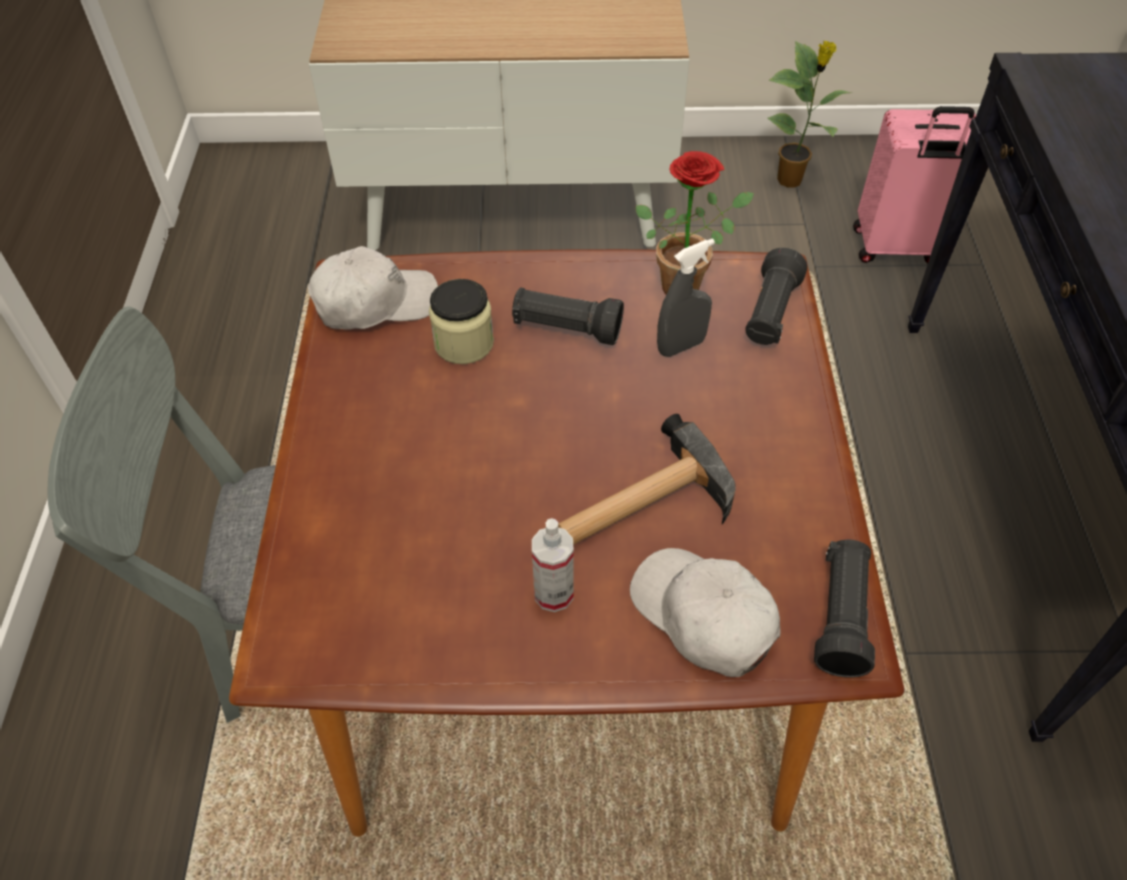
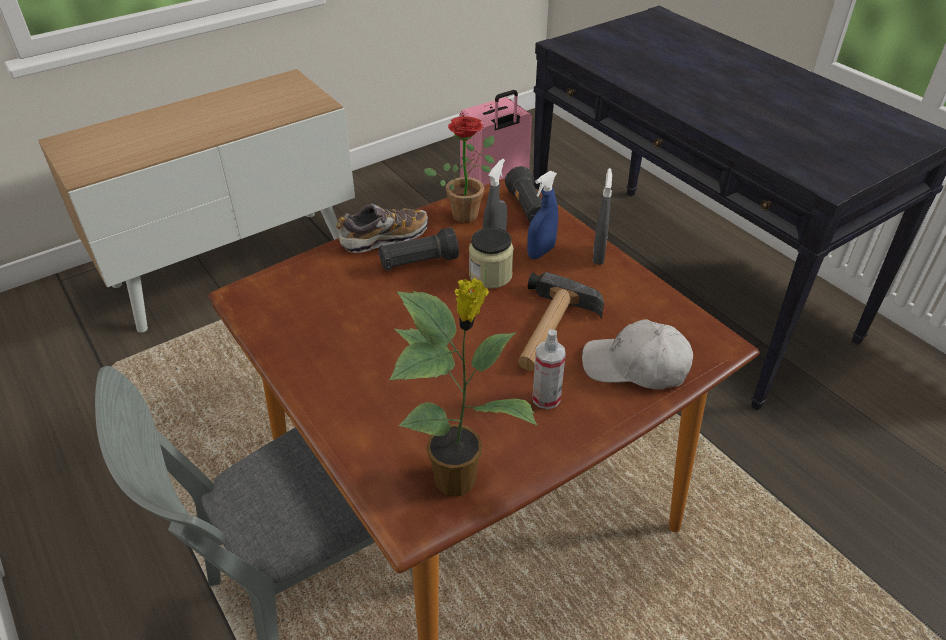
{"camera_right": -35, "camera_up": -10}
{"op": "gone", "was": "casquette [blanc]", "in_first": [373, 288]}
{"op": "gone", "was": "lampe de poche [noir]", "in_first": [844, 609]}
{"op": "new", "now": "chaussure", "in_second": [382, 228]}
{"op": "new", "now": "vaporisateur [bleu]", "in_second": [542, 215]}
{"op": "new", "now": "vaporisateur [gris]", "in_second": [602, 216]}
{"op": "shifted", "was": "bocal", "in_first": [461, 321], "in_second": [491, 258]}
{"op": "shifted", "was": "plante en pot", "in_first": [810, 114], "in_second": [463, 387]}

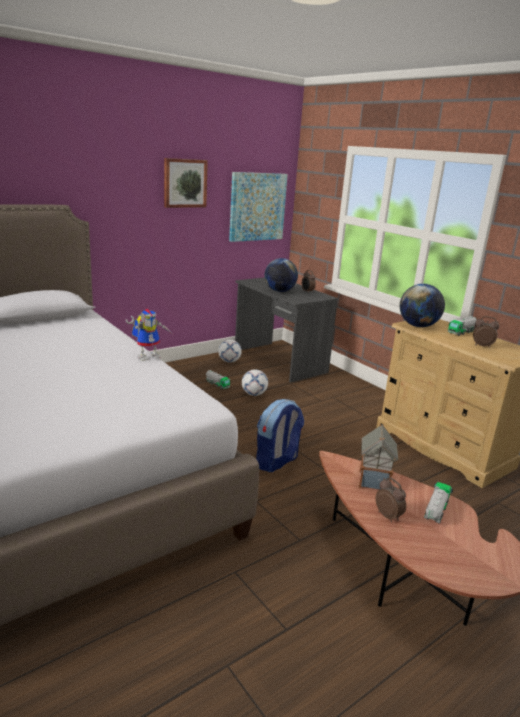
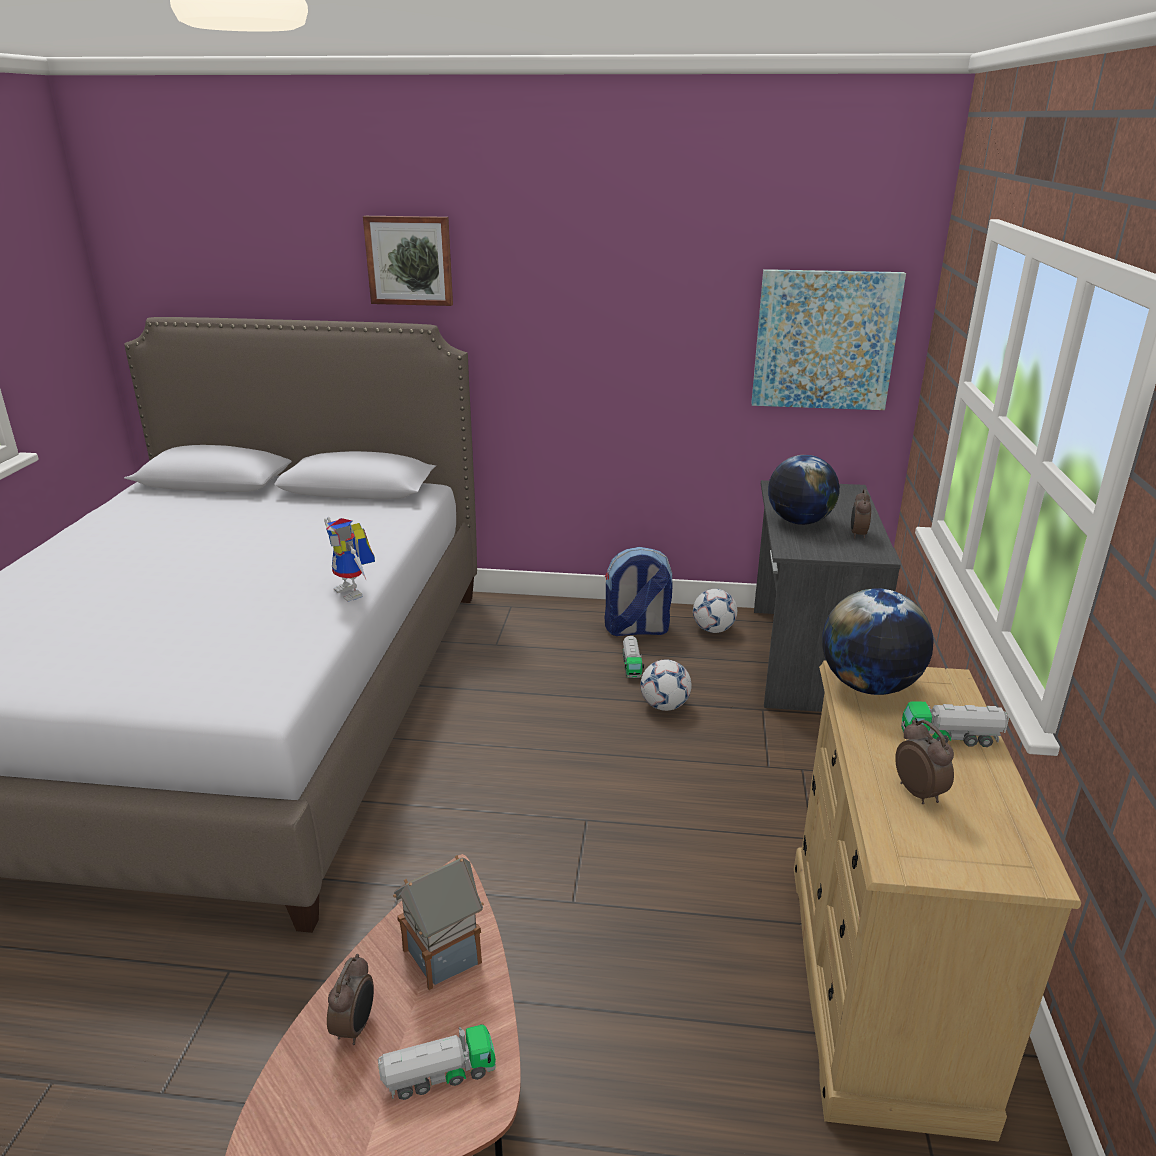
{"camera_right": 45, "camera_up": 5}
{"op": "shifted", "was": "tableau", "in_first": [186, 183], "in_second": [408, 261]}
{"op": "shifted", "was": "sac à dos", "in_first": [280, 435], "in_second": [638, 591]}
{"op": "rotated", "was": "robot jouet", "in_first": [149, 335], "in_second": [349, 559], "clockwise": 45}

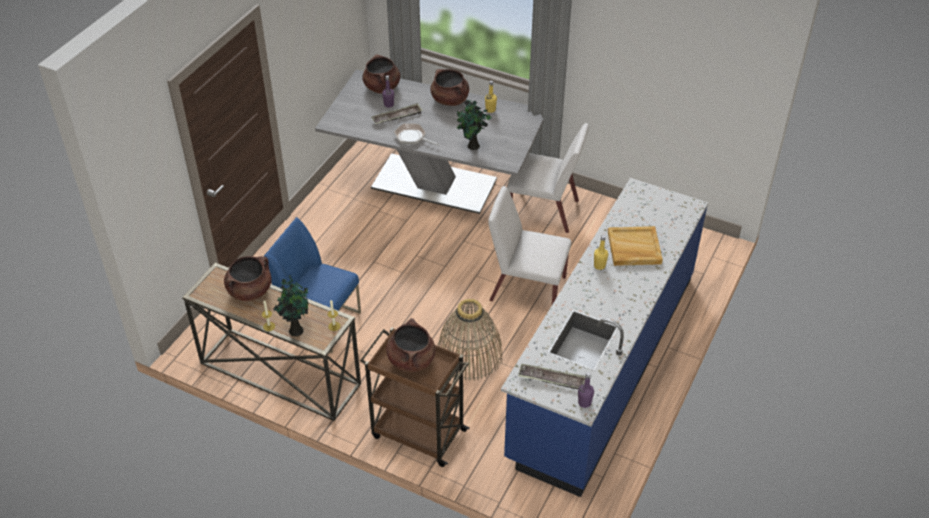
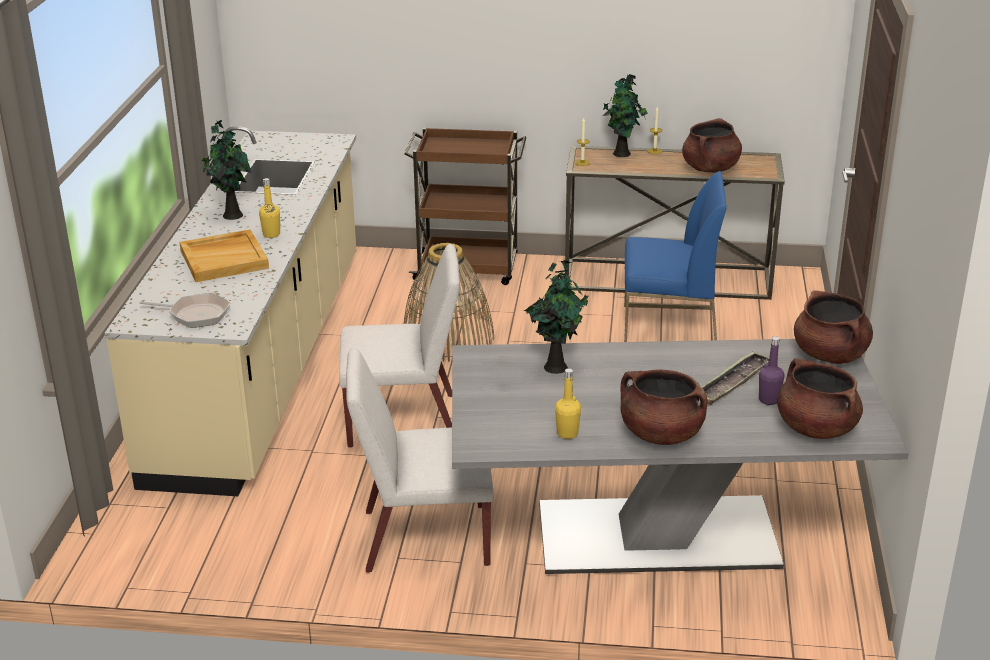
{"camera_right": 160, "camera_up": -15}
{"op": "gone", "was": "plateau", "in_first": [551, 376]}
{"op": "gone", "was": "bouteille [violet]", "in_first": [586, 390]}
{"op": "new", "now": "plante en pot", "in_second": [226, 170]}
{"op": "shifted", "was": "marmite [marron]", "in_first": [411, 345], "in_second": [833, 327]}
{"op": "shifted", "was": "poêle", "in_first": [416, 134], "in_second": [185, 310]}
{"op": "repainted", "was": "comptoir de cuisine [bleu]", "now": "comptoir de cuisine [beige]", "in_first": [604, 337], "in_second": [230, 311]}

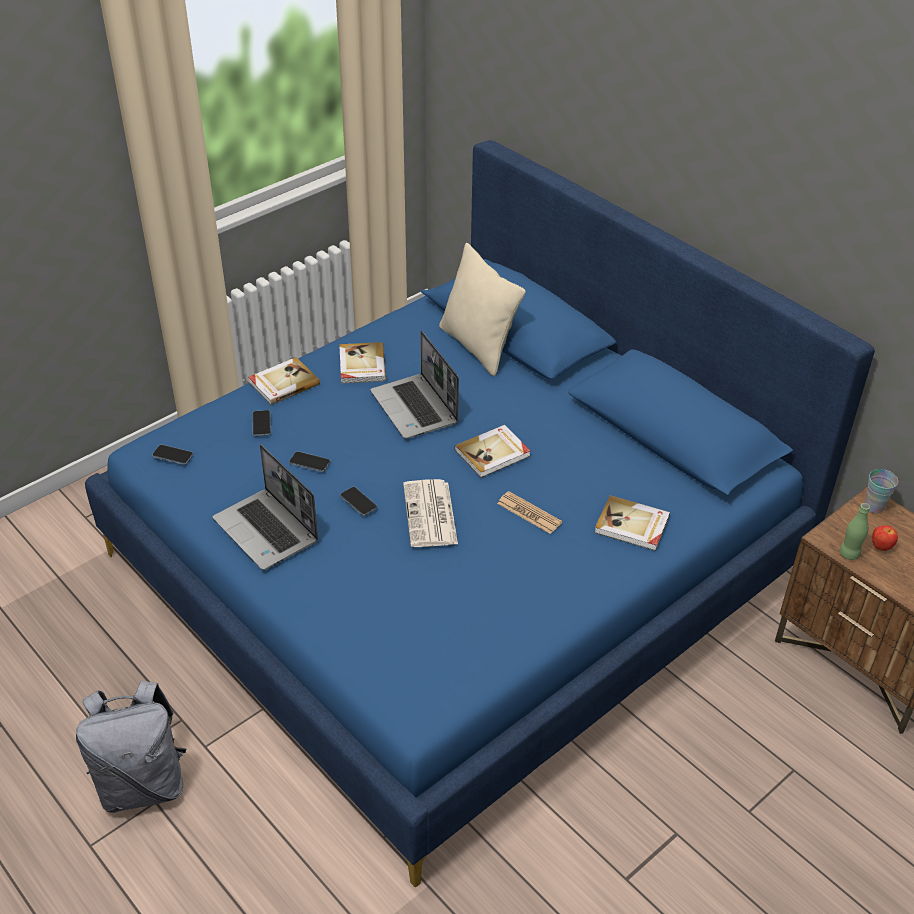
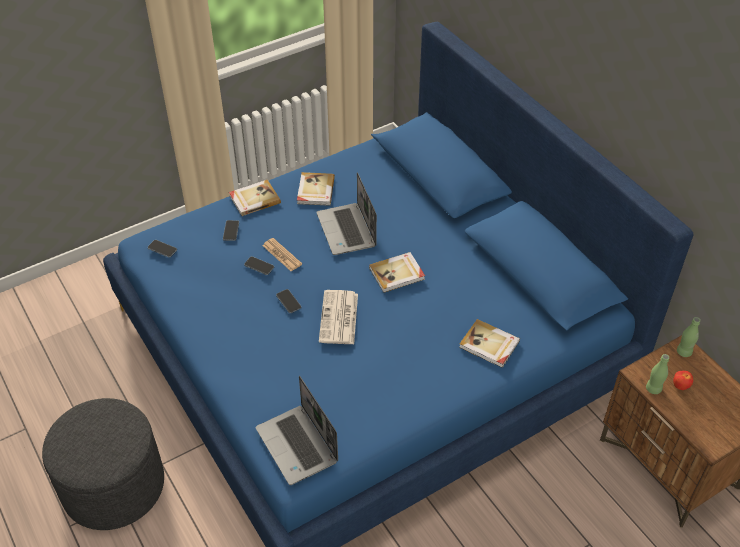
{"camera_right": 10, "camera_up": 5}
{"op": "gone", "was": "coussin [beige]", "in_first": [482, 309]}
{"op": "shifted", "was": "ordinateur portable", "in_first": [265, 507], "in_second": [297, 430]}
{"op": "shifted", "was": "journal", "in_first": [529, 512], "in_second": [282, 254]}
{"op": "swapped", "was": "sac à dos [gris]", "now": "pouf [gris]", "in_first": [131, 747], "in_second": [103, 464]}
{"op": "swapped", "was": "tasse", "now": "bouteille [vert]", "in_first": [881, 491], "in_second": [688, 337]}

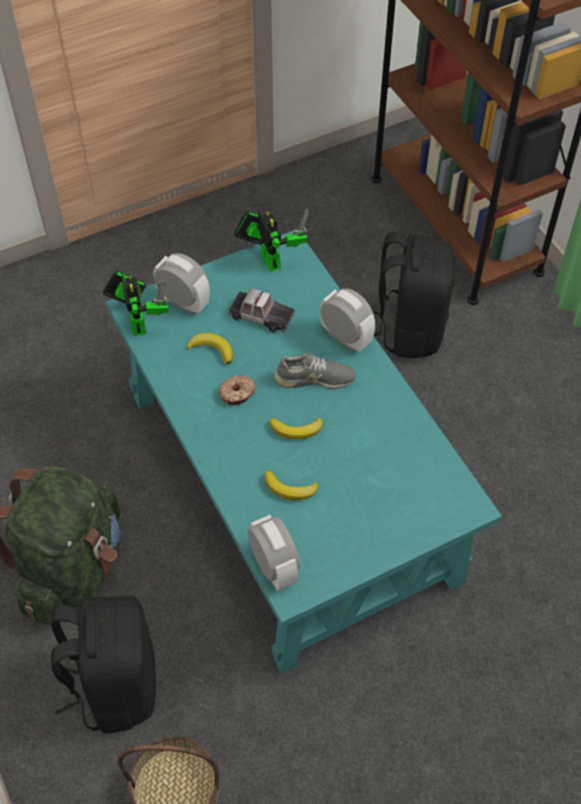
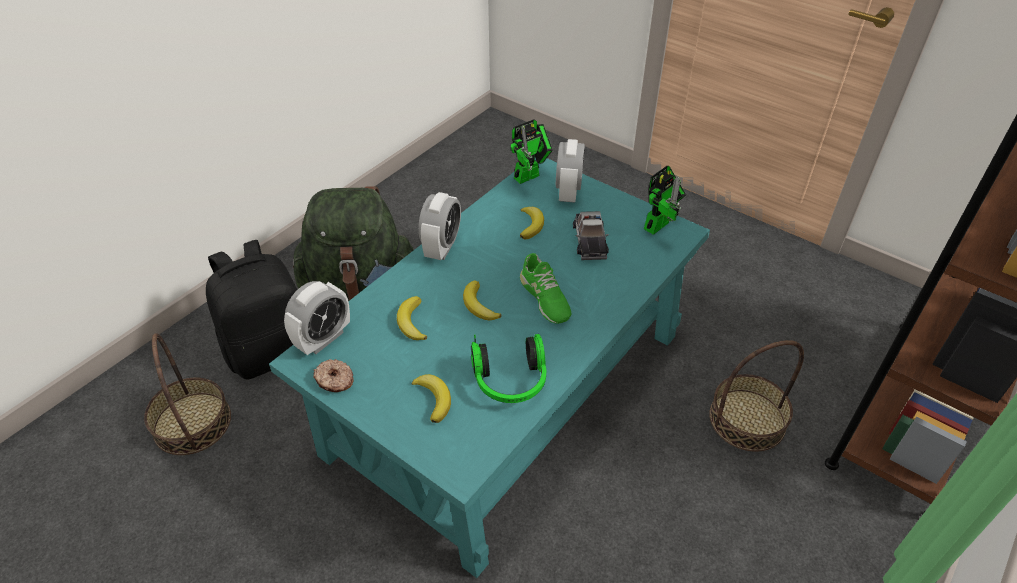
{"camera_right": 65, "camera_up": -10}
{"op": "new", "now": "banane", "in_second": [431, 398]}
{"op": "new", "now": "casque audio", "in_second": [508, 368]}
{"op": "shifted", "was": "beignet", "in_first": [237, 390], "in_second": [334, 375]}
{"op": "shifted", "was": "réveil", "in_first": [347, 320], "in_second": [439, 226]}
{"op": "swapped", "was": "sac à dos [noir]", "now": "panier", "in_first": [413, 295], "in_second": [756, 396]}
{"op": "repainted", "was": "chaussure [gris]", "now": "chaussure [vert]", "in_first": [315, 370], "in_second": [546, 288]}

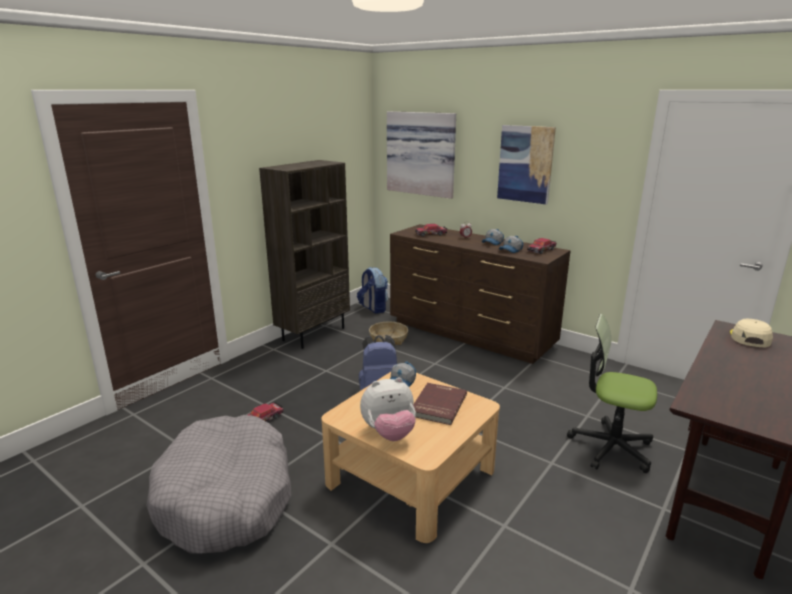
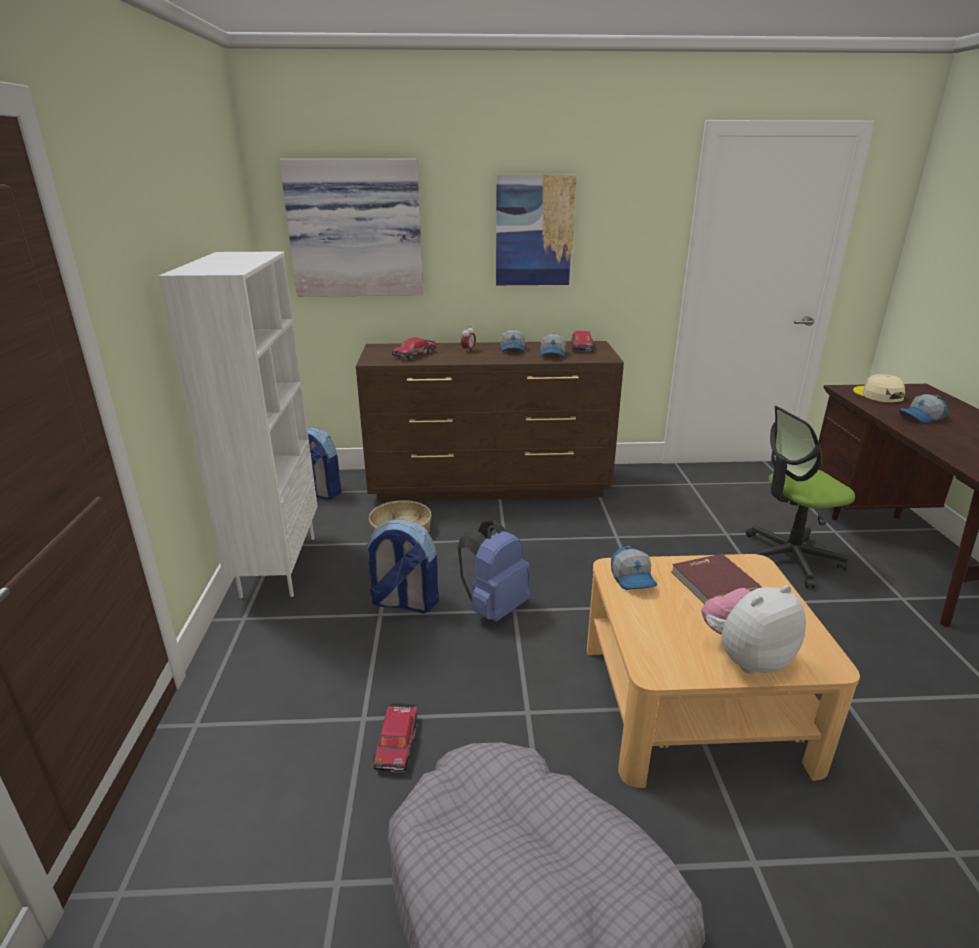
{"camera_right": -40, "camera_up": 5}
{"op": "new", "now": "sac à dos", "in_second": [402, 566]}
{"op": "new", "now": "casquette", "in_second": [923, 408]}
{"op": "repainted", "was": "bibliothèque [marron]", "now": "bibliothèque [blanc]", "in_first": [304, 254], "in_second": [238, 424]}
{"op": "rotated", "was": "peluche", "in_first": [388, 409], "in_second": [754, 629], "clockwise": -150}

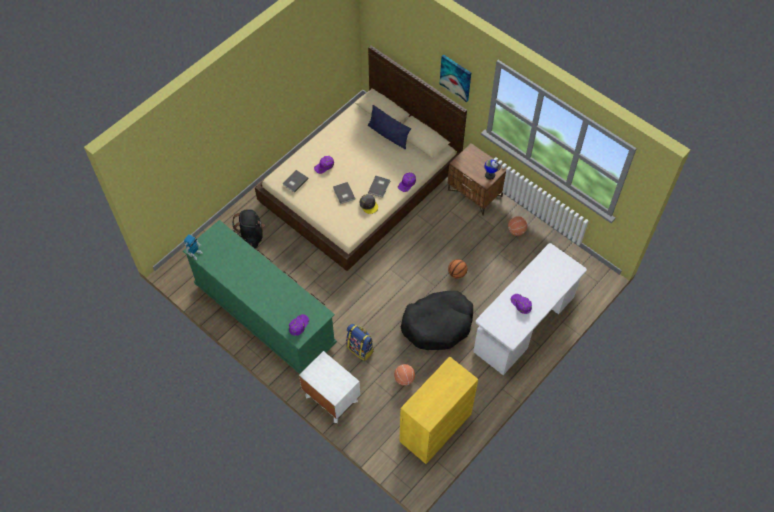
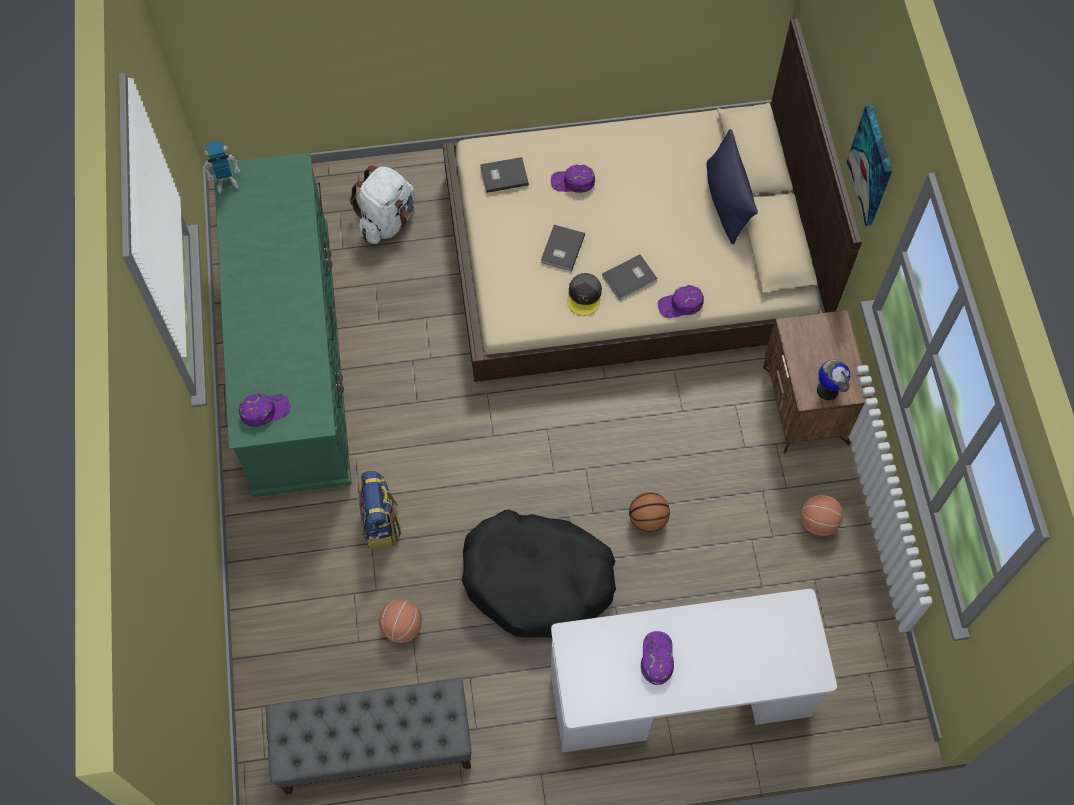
{"camera_right": 40, "camera_up": 5}
{"op": "gone", "was": "table de chevet [blanc]", "in_first": [329, 387]}
{"op": "swapped", "was": "meuble de rangement [jaune]", "now": "banc [gris]", "in_first": [438, 410], "in_second": [368, 736]}
{"op": "repainted", "was": "sac à dos [noir]", "now": "sac à dos [blanc]", "in_first": [248, 228], "in_second": [382, 205]}

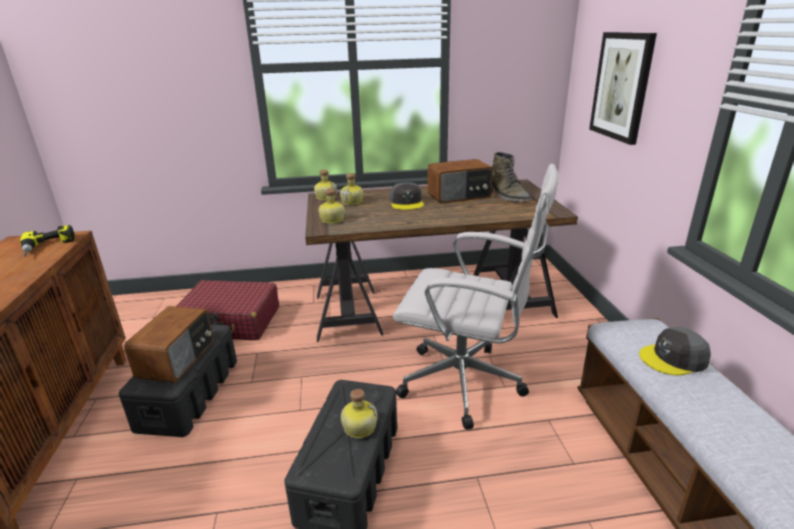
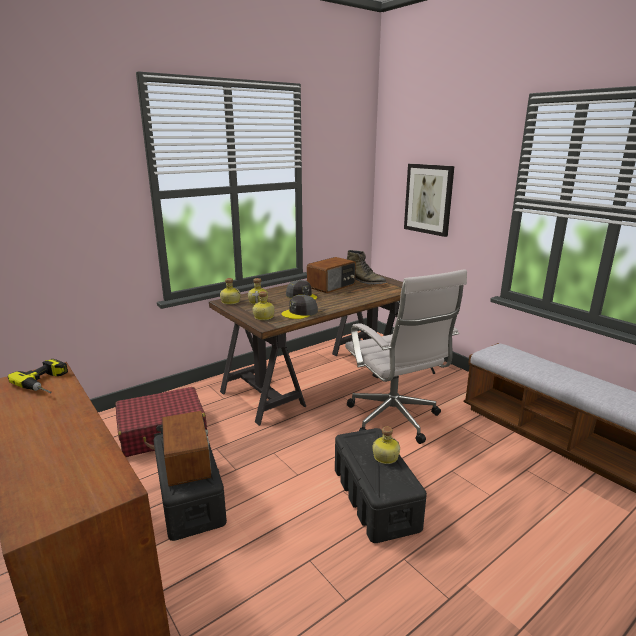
{"camera_right": -30, "camera_up": -5}
{"op": "shifted", "was": "casquette [gris]", "in_first": [675, 350], "in_second": [299, 307]}
{"op": "rotated", "was": "chaise de bureau [blanc]", "in_first": [475, 297], "in_second": [406, 356], "clockwise": 75}

